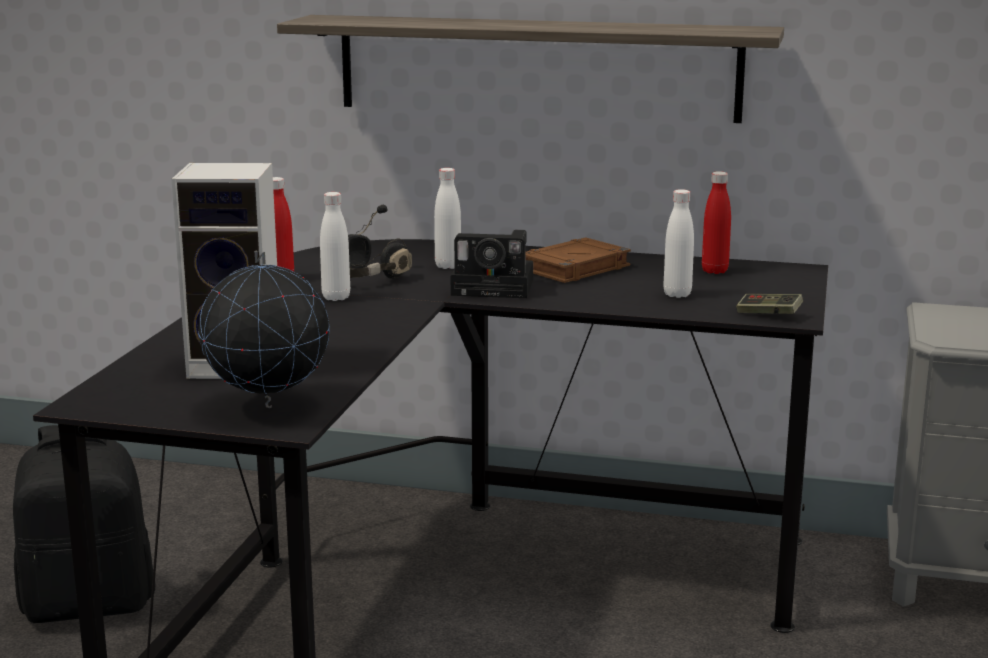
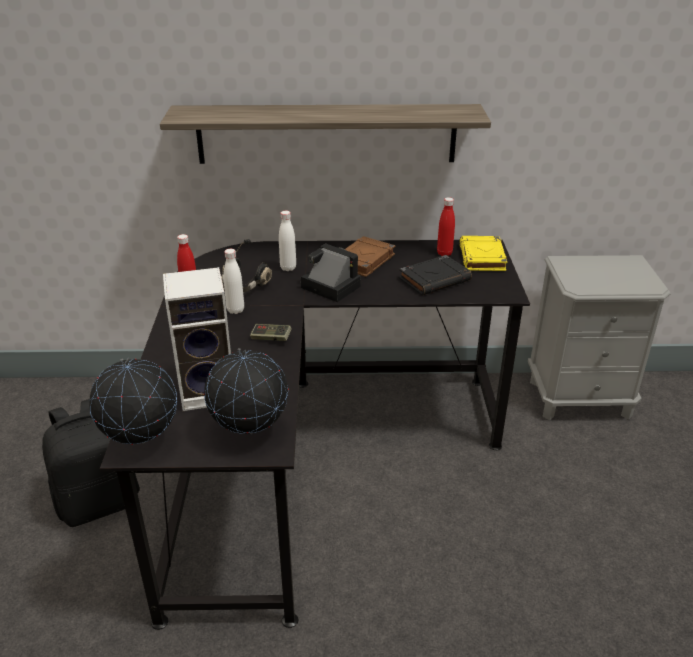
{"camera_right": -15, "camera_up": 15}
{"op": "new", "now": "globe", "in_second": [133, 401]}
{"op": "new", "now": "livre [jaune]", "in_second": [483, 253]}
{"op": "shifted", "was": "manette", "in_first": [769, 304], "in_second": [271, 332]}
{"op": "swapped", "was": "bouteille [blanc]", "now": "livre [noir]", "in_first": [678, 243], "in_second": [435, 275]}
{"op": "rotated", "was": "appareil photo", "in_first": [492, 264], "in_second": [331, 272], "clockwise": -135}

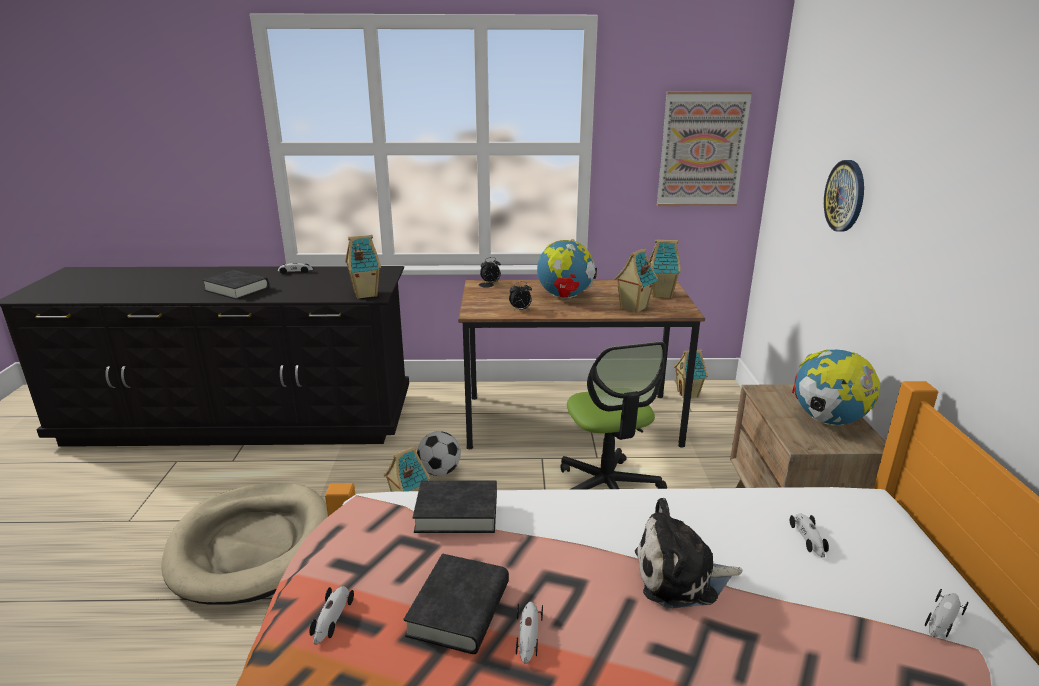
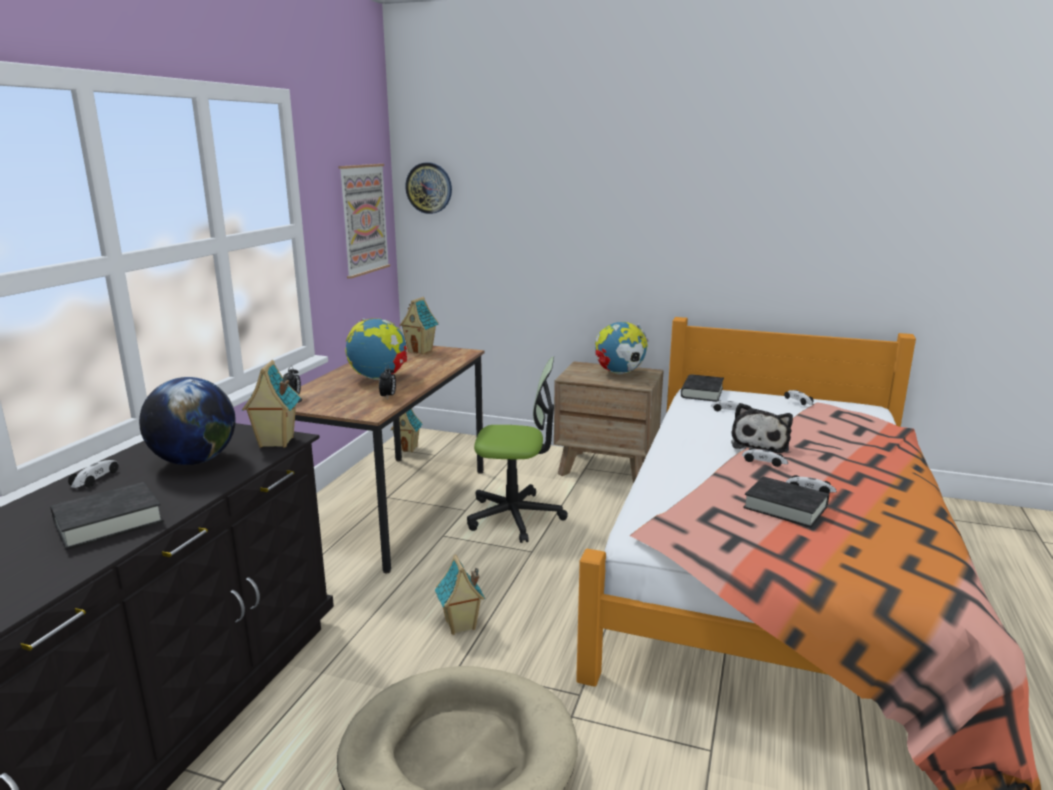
{"camera_right": -70, "camera_up": -5}
{"op": "gone", "was": "ballon de foot", "in_first": [439, 453]}
{"op": "gone", "was": "maison miniature", "in_first": [636, 280]}
{"op": "new", "now": "globe", "in_second": [187, 421]}
{"op": "shifted", "was": "petite voiture", "in_first": [331, 615], "in_second": [765, 457]}
{"op": "shifted", "was": "livre [noir]", "in_first": [455, 506], "in_second": [702, 388]}
{"op": "shifted", "was": "horloge murale", "in_first": [844, 196], "in_second": [428, 188]}

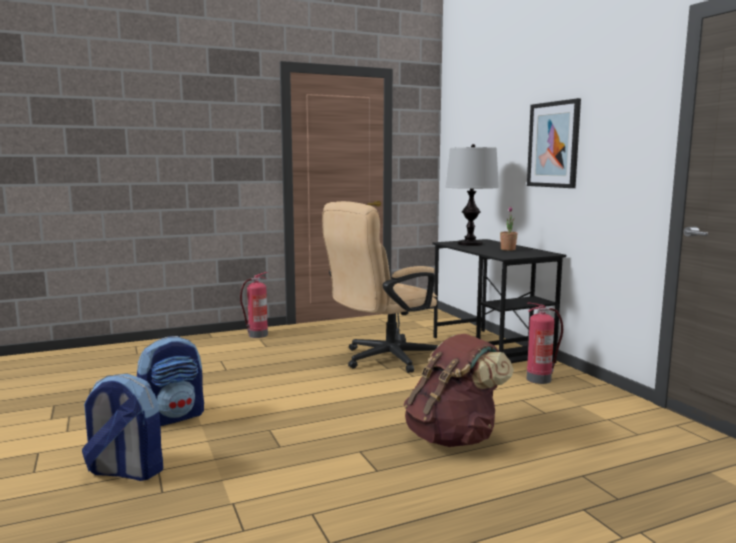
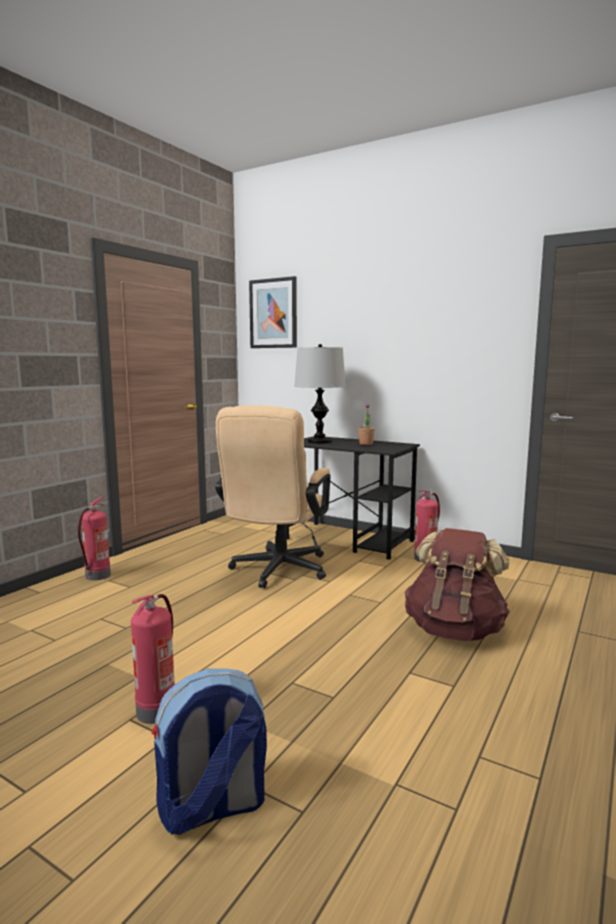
{"camera_right": -35, "camera_up": 0}
{"op": "shifted", "was": "tableau", "in_first": [554, 143], "in_second": [273, 312]}
{"op": "swapped", "was": "sac à dos", "now": "extincteur", "in_first": [170, 381], "in_second": [153, 659]}

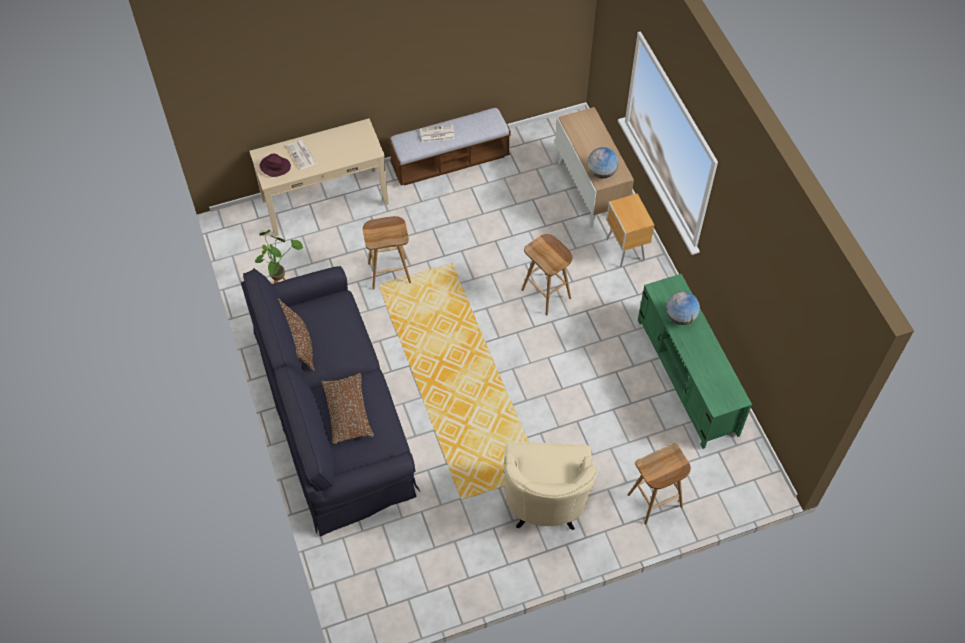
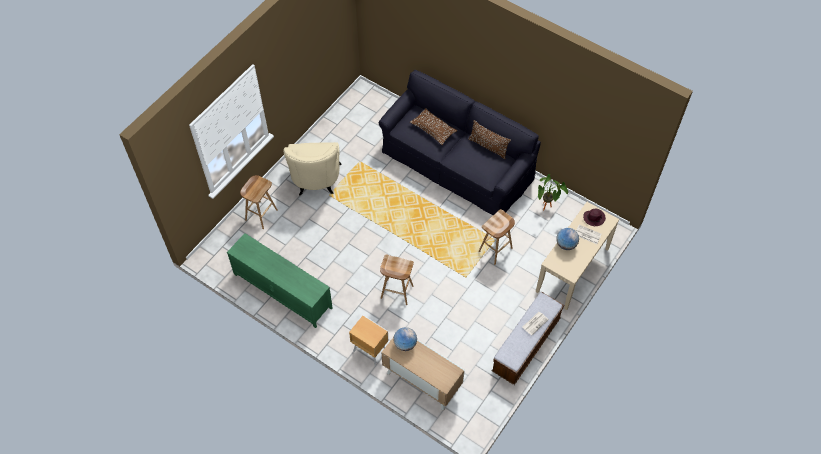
{"camera_right": 145, "camera_up": 0}
{"op": "shifted", "was": "globe", "in_first": [683, 308], "in_second": [567, 239]}
{"op": "rotated", "was": "fauteuil [beige]", "in_first": [550, 486], "in_second": [312, 169], "clockwise": -150}

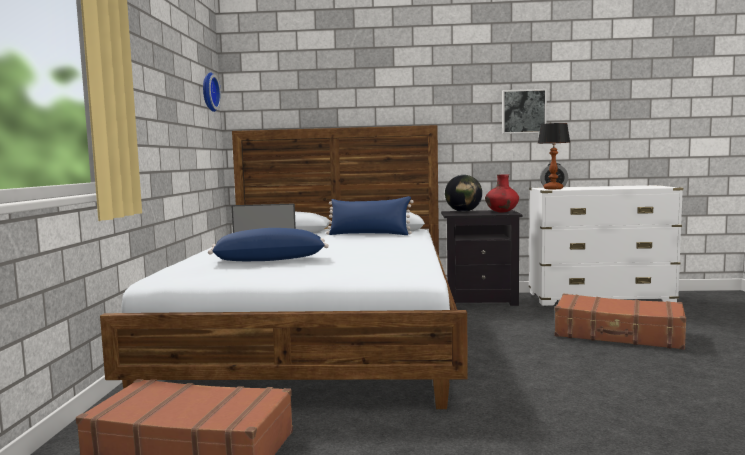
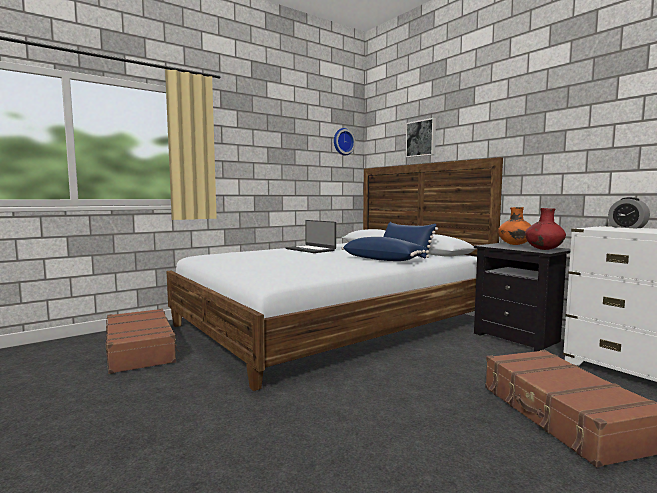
{"camera_right": 50, "camera_up": 0}
{"op": "gone", "was": "lampe de table", "in_first": [553, 156]}
{"op": "shifted", "was": "coussin [bleu]", "in_first": [268, 244], "in_second": [385, 249]}
{"op": "shifted", "was": "tableau", "in_first": [524, 111], "in_second": [421, 138]}
{"op": "swapped", "was": "globe", "now": "vase [orange]", "in_first": [463, 193], "in_second": [514, 226]}

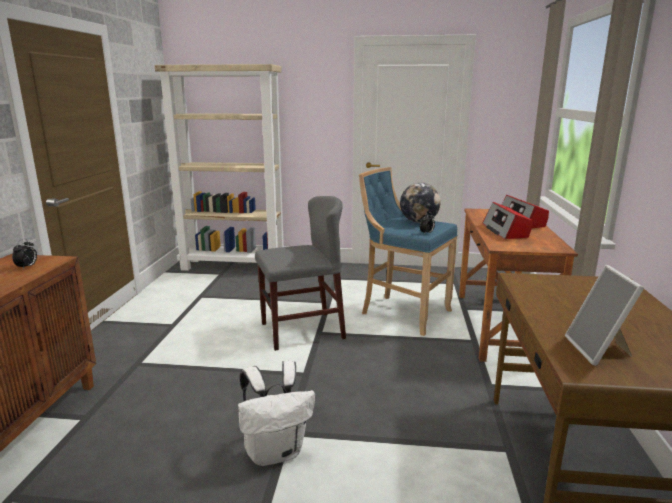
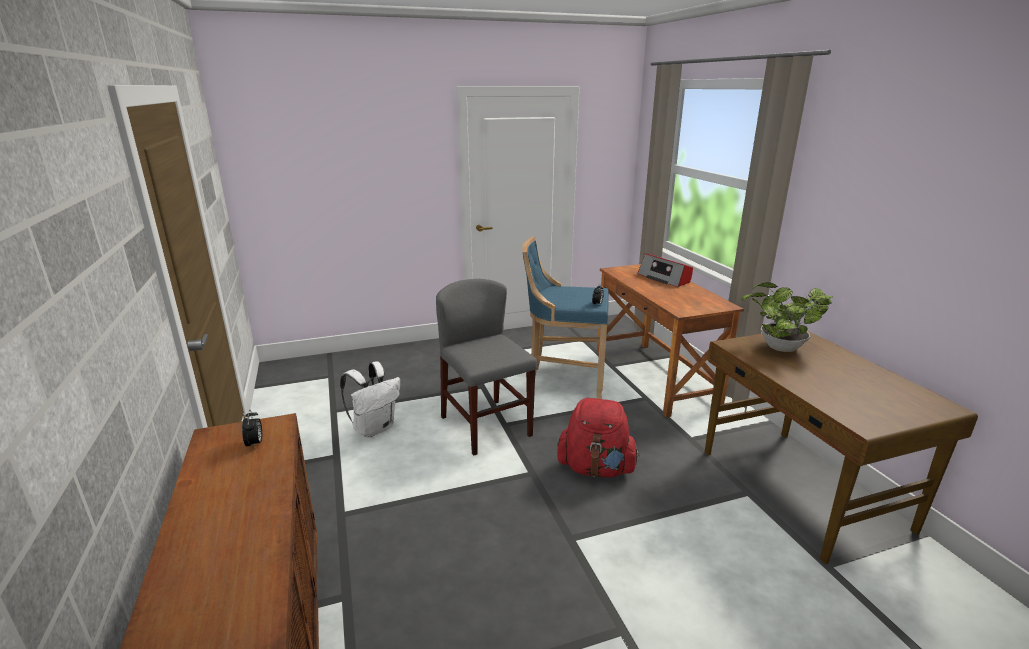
{"camera_right": -25, "camera_up": 5}
{"op": "gone", "was": "bibliothèque [beige]", "in_first": [219, 167]}
{"op": "gone", "was": "globe", "in_first": [420, 203]}
{"op": "gone", "was": "radio", "in_first": [507, 220]}
{"op": "gone", "was": "cadre photo", "in_first": [604, 315]}
{"op": "new", "now": "sac à dos [rouge]", "in_second": [598, 437]}
{"op": "new", "now": "plante en pot", "in_second": [787, 317]}
{"op": "shifted", "was": "sac à dos [blanc]", "in_first": [276, 413], "in_second": [370, 399]}
{"op": "rotated", "was": "chaise [gris]", "in_first": [300, 273], "in_second": [486, 367], "clockwise": -75}

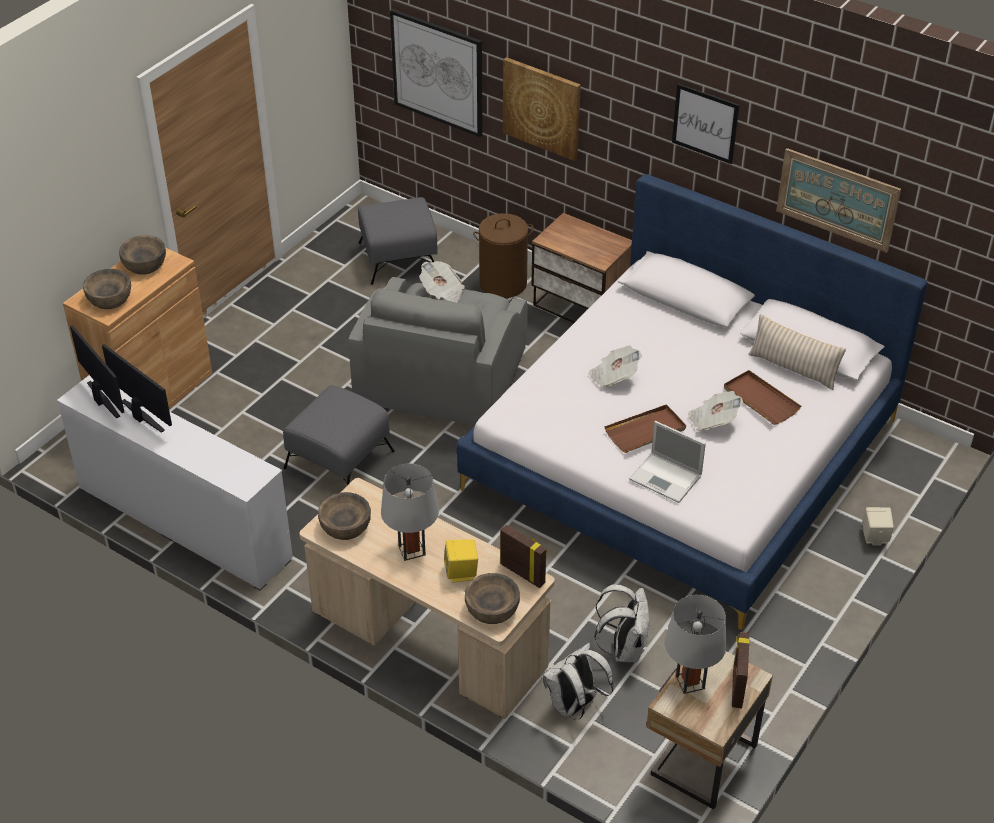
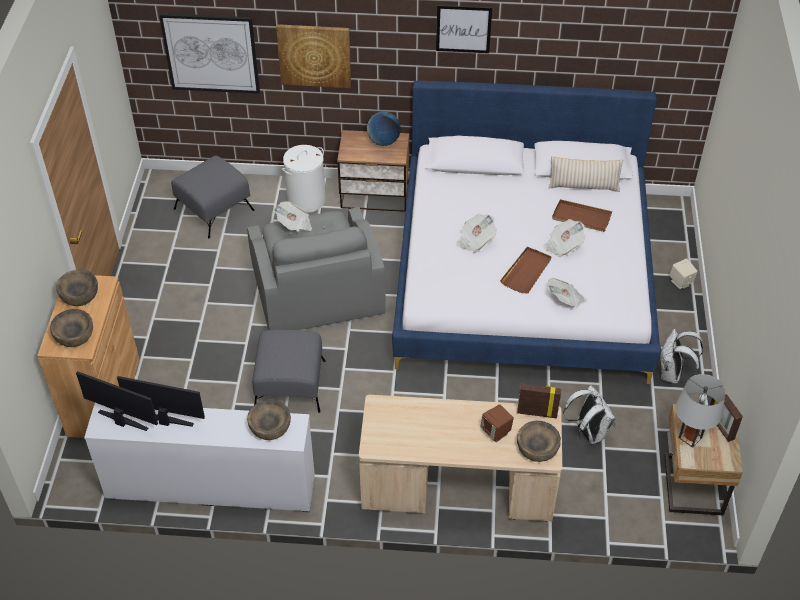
{"camera_right": -30, "camera_up": 5}
{"op": "gone", "was": "lampe de table [gris]", "in_first": [410, 512]}
{"op": "gone", "was": "tableau", "in_first": [838, 200]}
{"op": "new", "now": "globe", "in_second": [384, 129]}
{"op": "shifted", "was": "bol [marron]", "in_first": [344, 516], "in_second": [269, 420]}
{"op": "shifted", "was": "sac à dos [blanc]", "in_first": [578, 681], "in_second": [682, 356]}
{"op": "swapped", "was": "ordinateur portable", "now": "journal", "in_first": [667, 462], "in_second": [567, 292]}
{"op": "repainted", "was": "enceinte [jaune]", "now": "enceinte [marron]", "in_first": [461, 561], "in_second": [497, 423]}
{"op": "repainted", "was": "panier à linge [marron]", "now": "panier à linge [blanc]", "in_first": [503, 255], "in_second": [304, 179]}

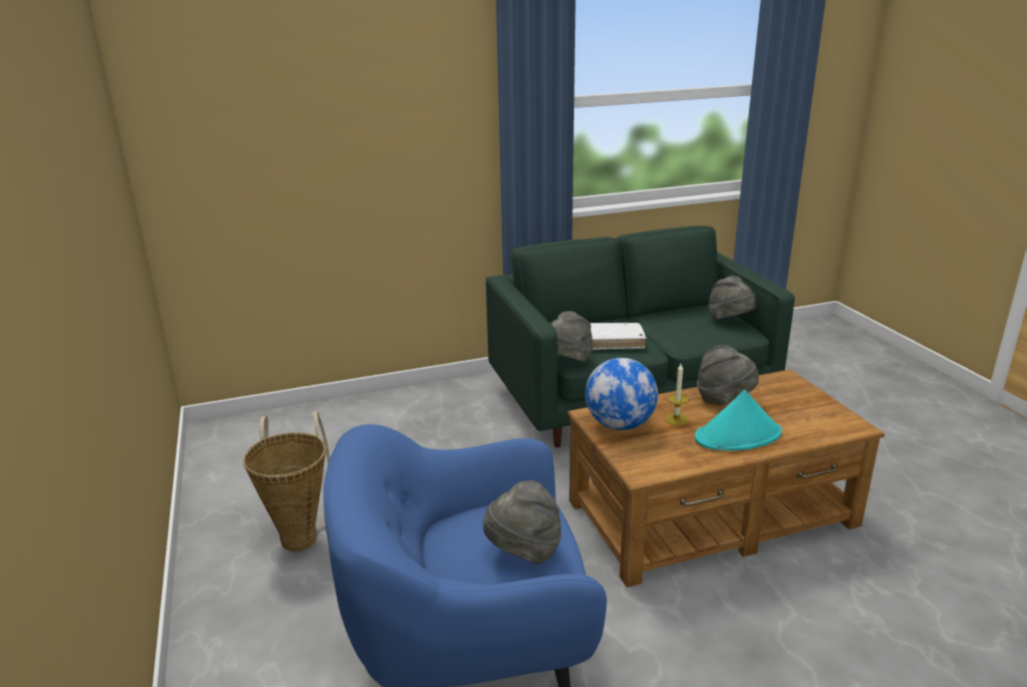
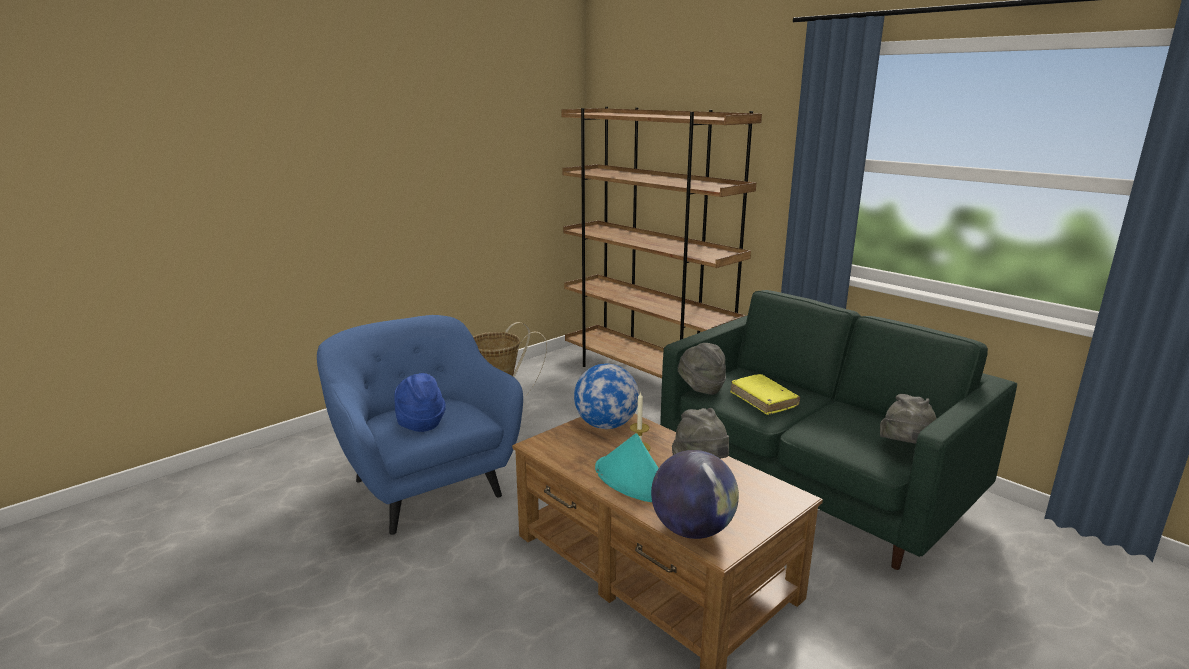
{"camera_right": 65, "camera_up": -5}
{"op": "new", "now": "bibliothèque [marron]", "in_second": [661, 242]}
{"op": "new", "now": "globe", "in_second": [695, 494]}
{"op": "repainted", "was": "chapeau [gris]", "now": "chapeau [bleu]", "in_first": [522, 522], "in_second": [420, 402]}
{"op": "repainted", "was": "livre [blanc]", "now": "livre [jaune]", "in_first": [618, 336], "in_second": [765, 394]}

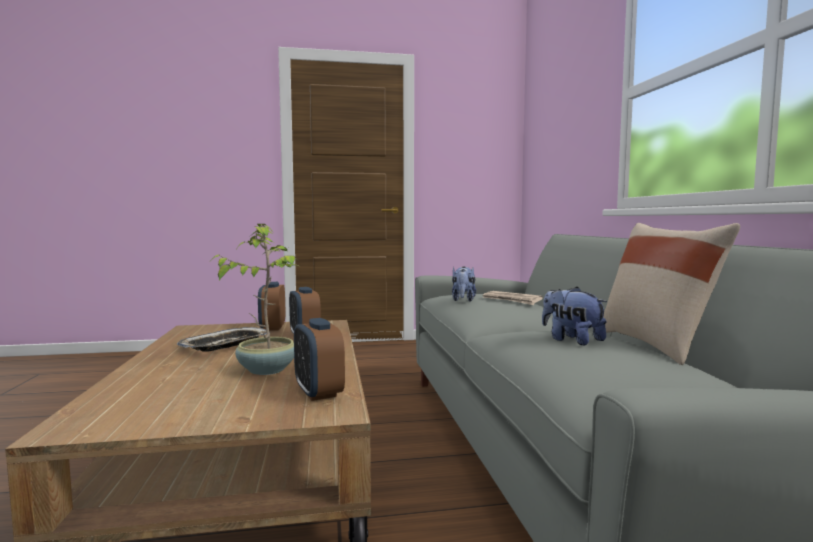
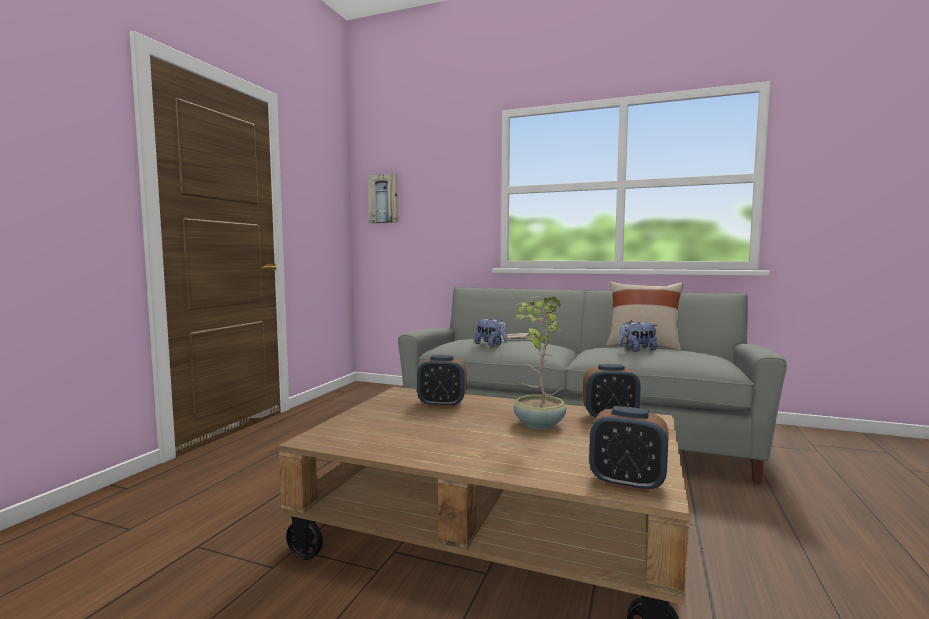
{"camera_right": -60, "camera_up": 0}
{"op": "gone", "was": "plateau", "in_first": [223, 339]}
{"op": "new", "now": "tableau", "in_second": [383, 199]}
{"op": "shifted", "was": "réveil", "in_first": [271, 306], "in_second": [629, 449]}

